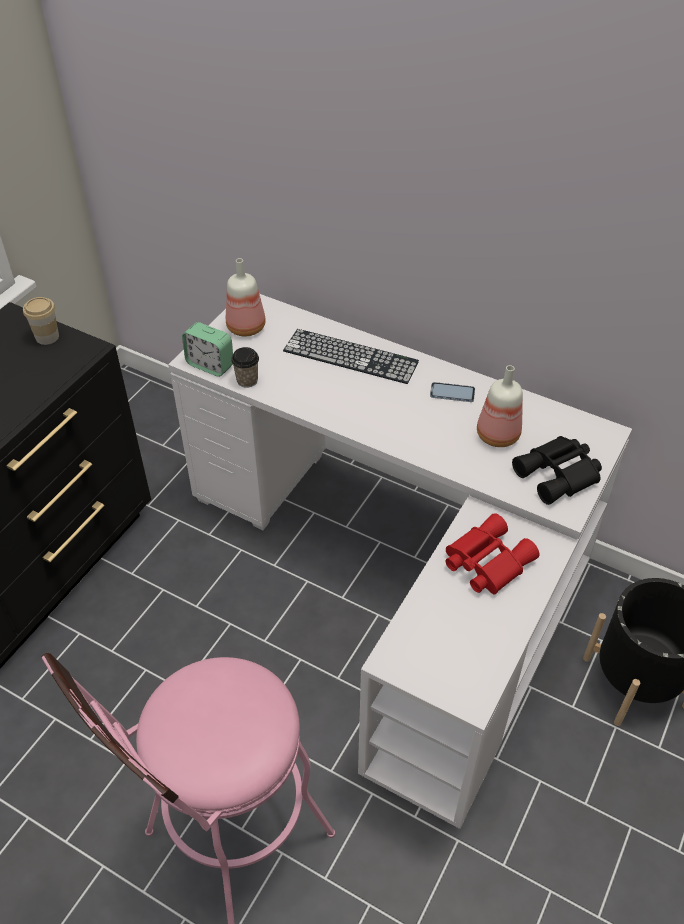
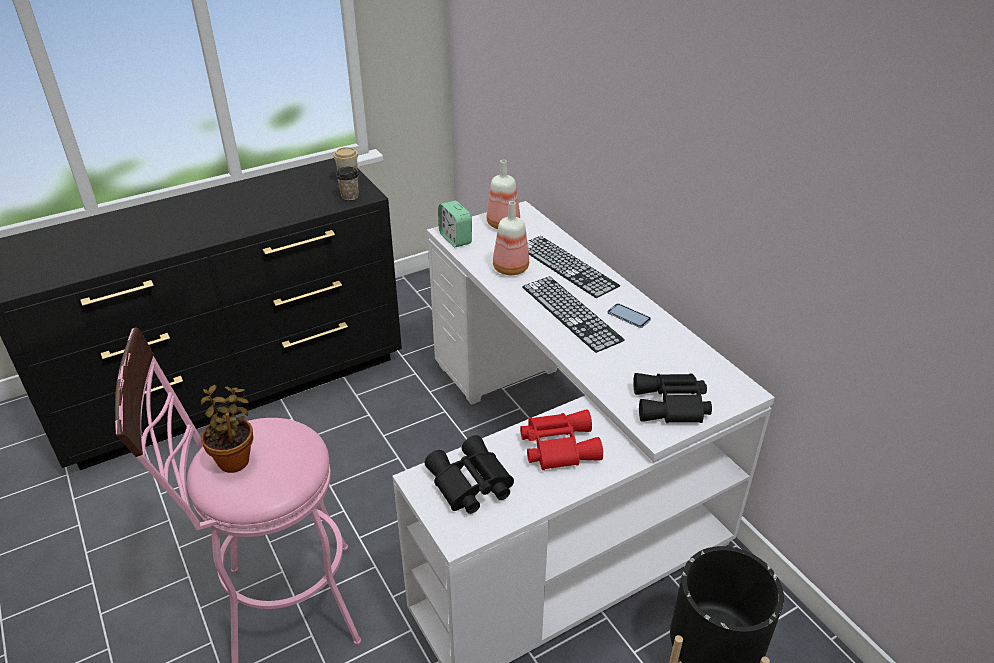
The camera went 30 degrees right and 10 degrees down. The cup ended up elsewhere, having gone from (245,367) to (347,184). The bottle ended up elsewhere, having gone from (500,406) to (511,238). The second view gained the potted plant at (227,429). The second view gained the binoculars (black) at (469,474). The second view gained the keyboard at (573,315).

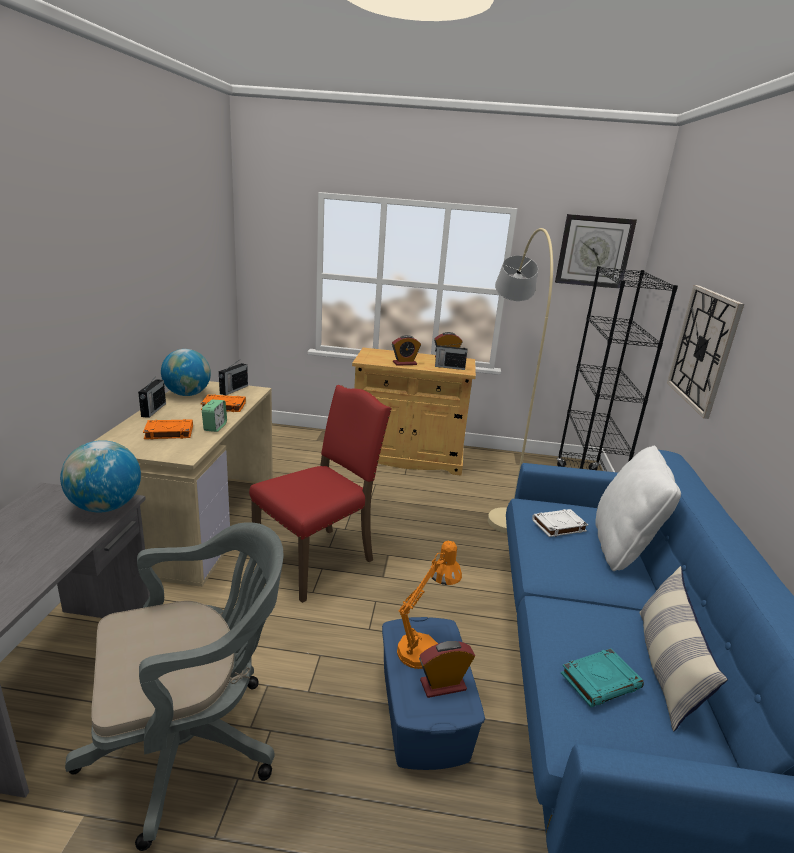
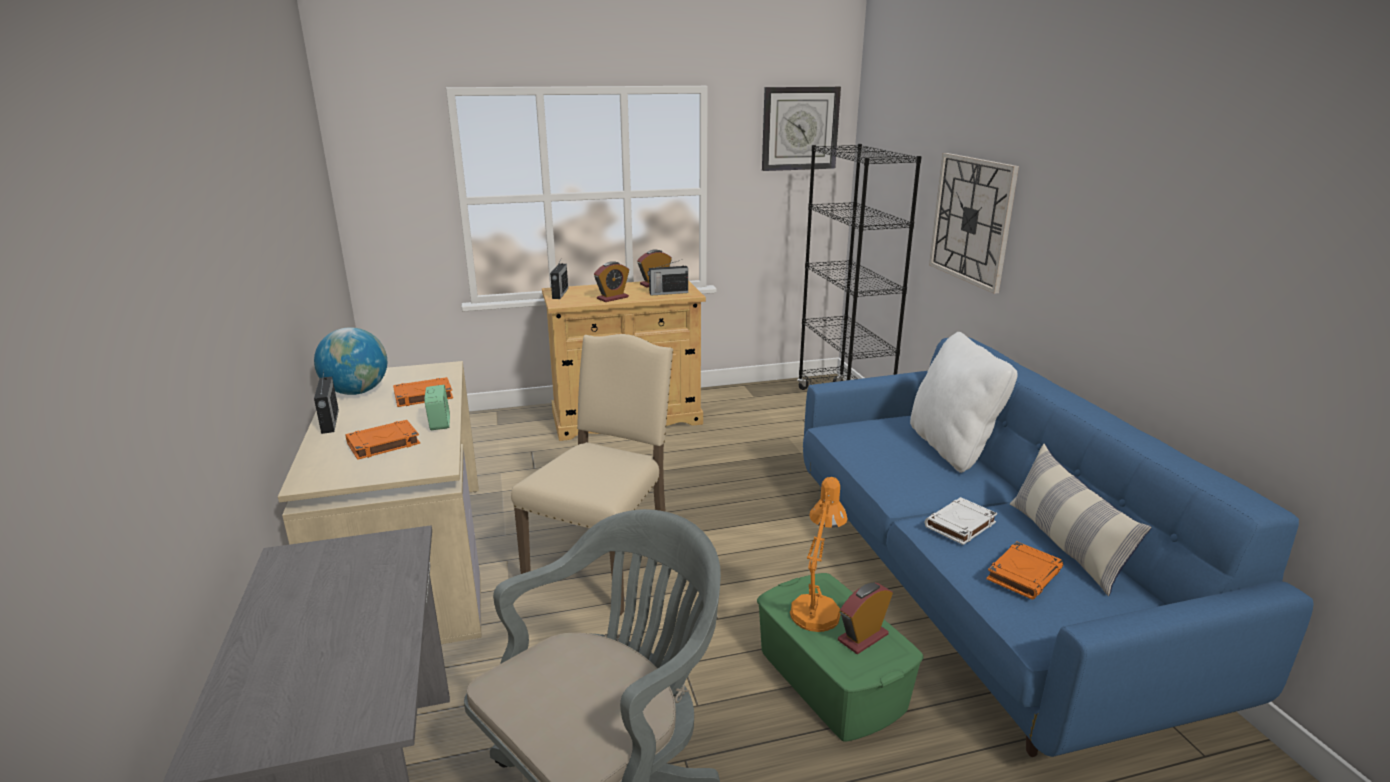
The camera went 20 degrees left and 0 degrees up. The second view lost the globe at (100,476). The radio ended up elsewhere, having gone from (233,376) to (559,279). What was the chair (red) at (320,494) turned into the chair (beige) at (592,475). What was the storage box (blue) at (433,693) turned into the storage box (green) at (840,657). The second view lost the floor lamp (beige) at (520,381). The book (white) ended up elsewhere, having gone from (560,523) to (961,521). What was the book (turquoise) at (602,677) turned into the book (orange) at (1024,570).

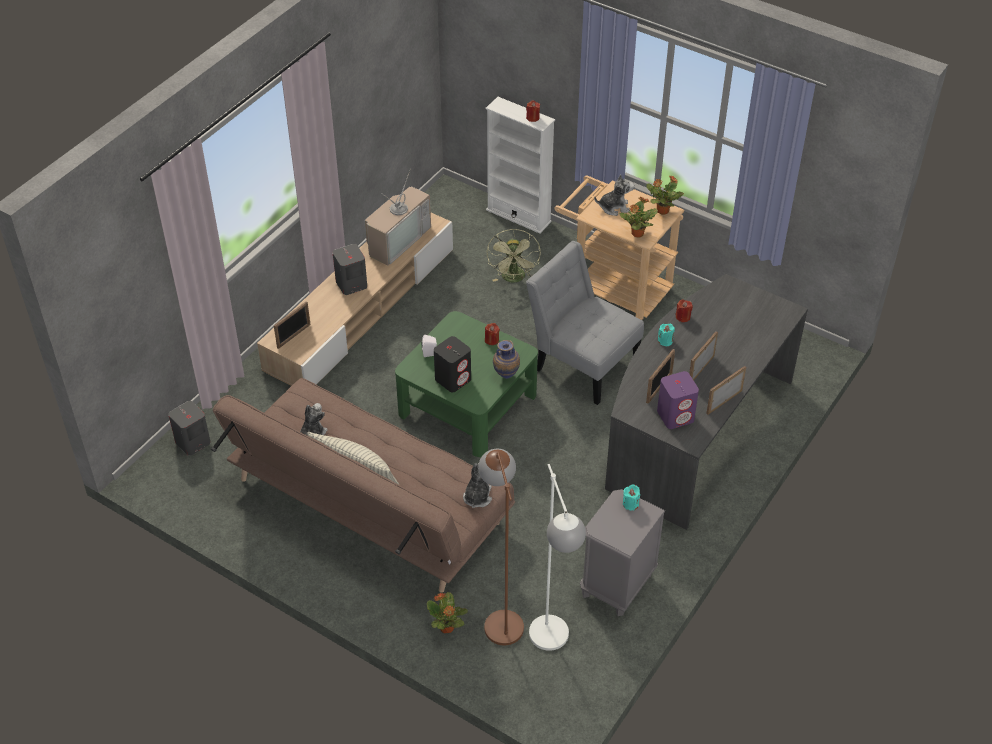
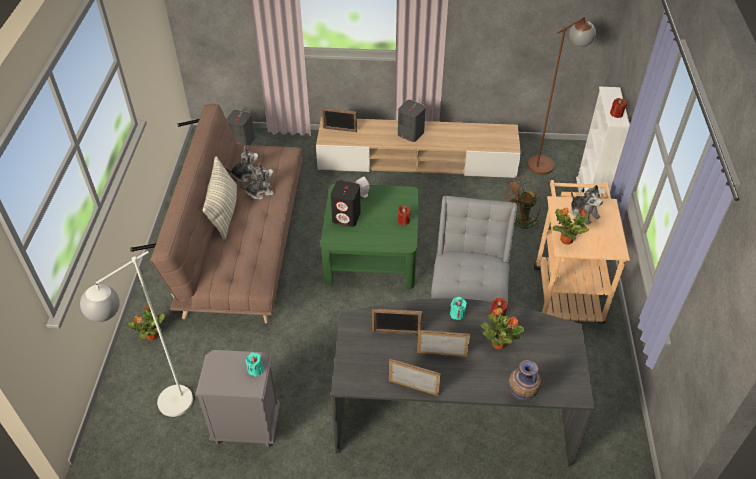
The camera went 60 degrees right and 0 degrees up. The second view lost the television at (398,217). The plush toy ended up elsewhere, having gone from (477,485) to (257,181). The floor lamp (brown) ended up elsewhere, having gone from (501,547) to (561,96). What was the fan (green) at (514,256) turned into the fan (brown) at (521,205). The vase ended up elsewhere, having gone from (506,359) to (525,380). The potted plant ended up elsewhere, having gone from (665,195) to (502,328). The second view lost the speaker (purple) at (678,400).

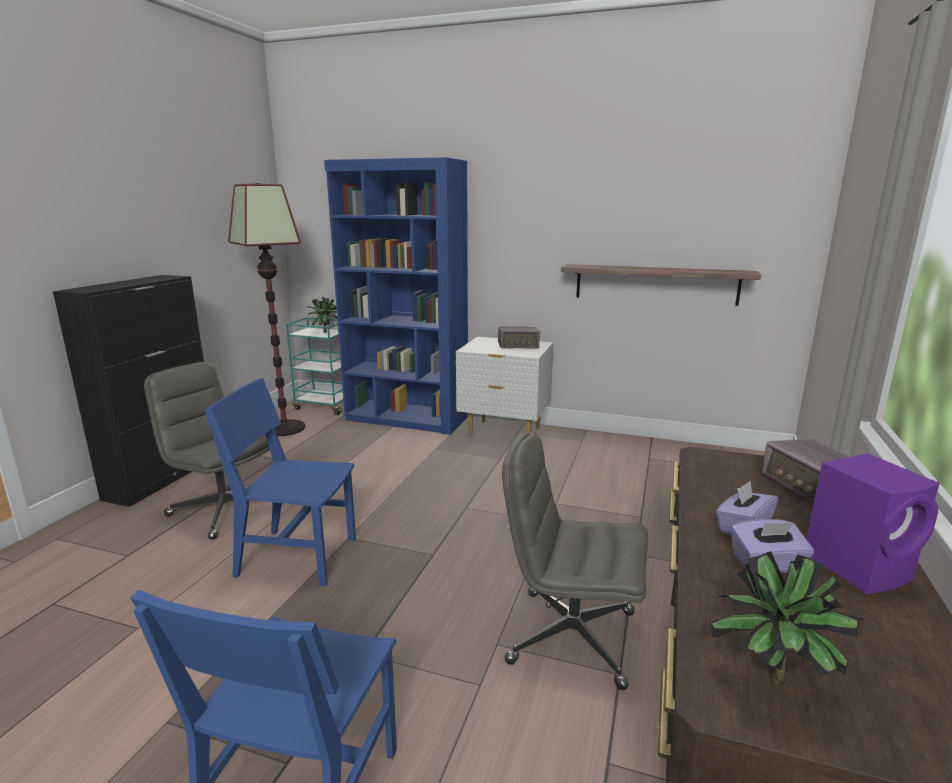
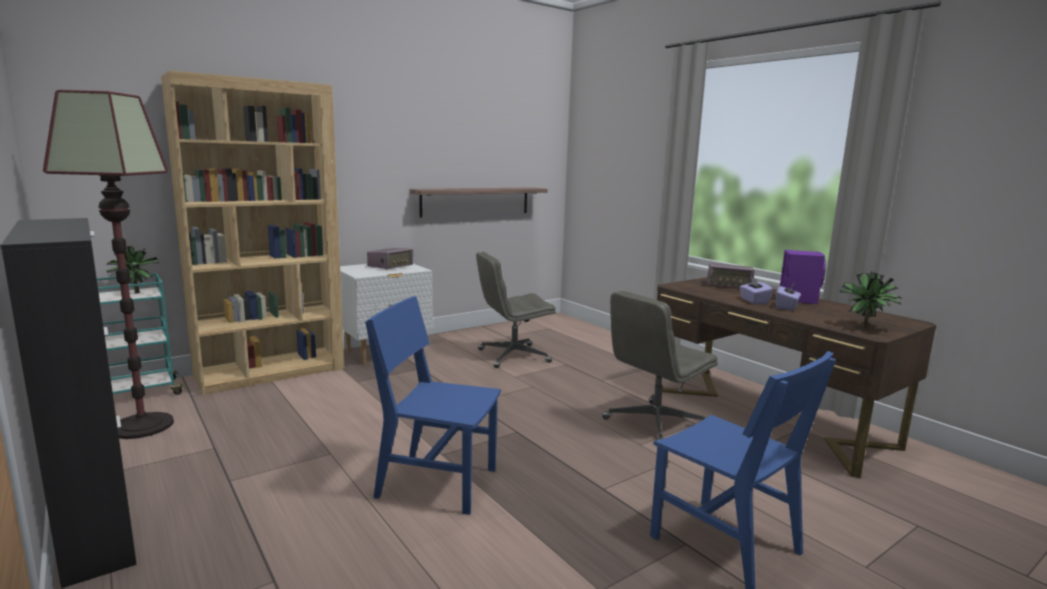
The camera went 55 degrees left and 5 degrees down. The office chair (grey) ended up elsewhere, having gone from (213,451) to (516,310). The chair (blue) at (280,482) ended up facing another way, 60 degrees clockwise from before. What was the bookcase (blue) at (396,296) turned into the bookcase (brown) at (253,232).

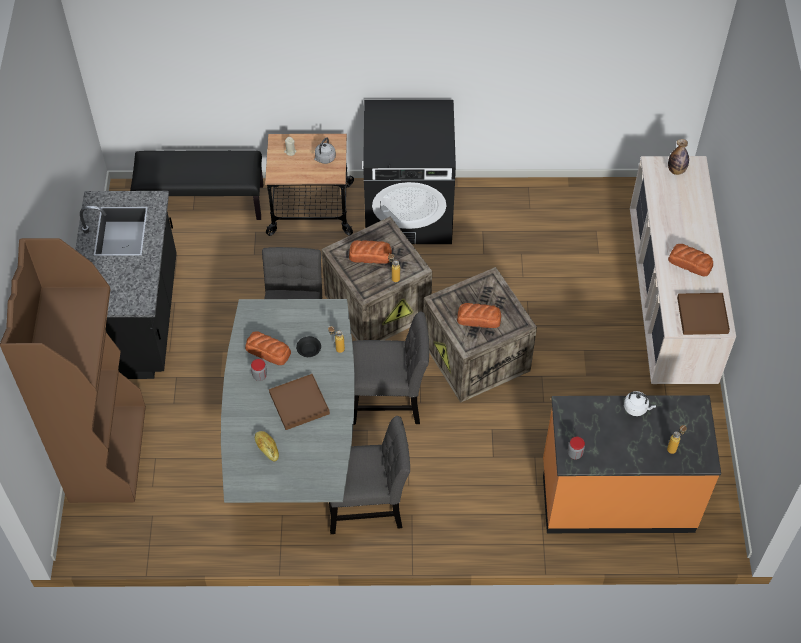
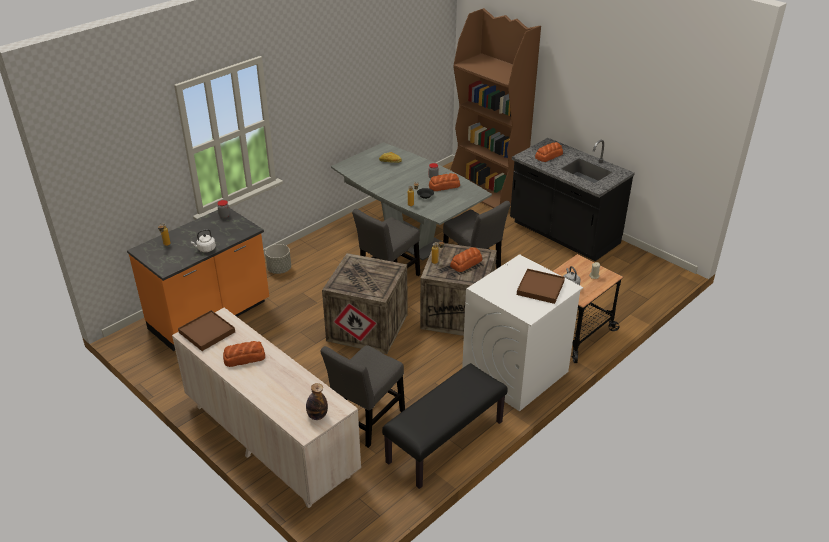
The camera went 135 degrees right and 20 degrees down. The bench (black) ended up elsewhere, having gone from (196,185) to (445,426). The tray (brown) ended up elsewhere, having gone from (299,402) to (541,286). The chair (grey) ended up elsewhere, having gone from (369,475) to (362,396). What was the washing machine (black) at (409,172) turned into the washing machine (white) at (522,332). The bread ended up elsewhere, having gone from (479,315) to (549,152). The second view gained the planter (grey) at (278,259).

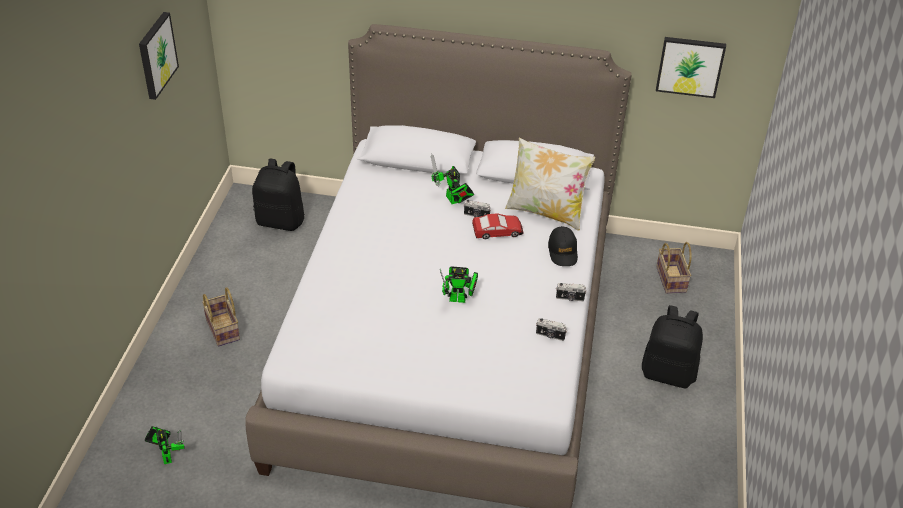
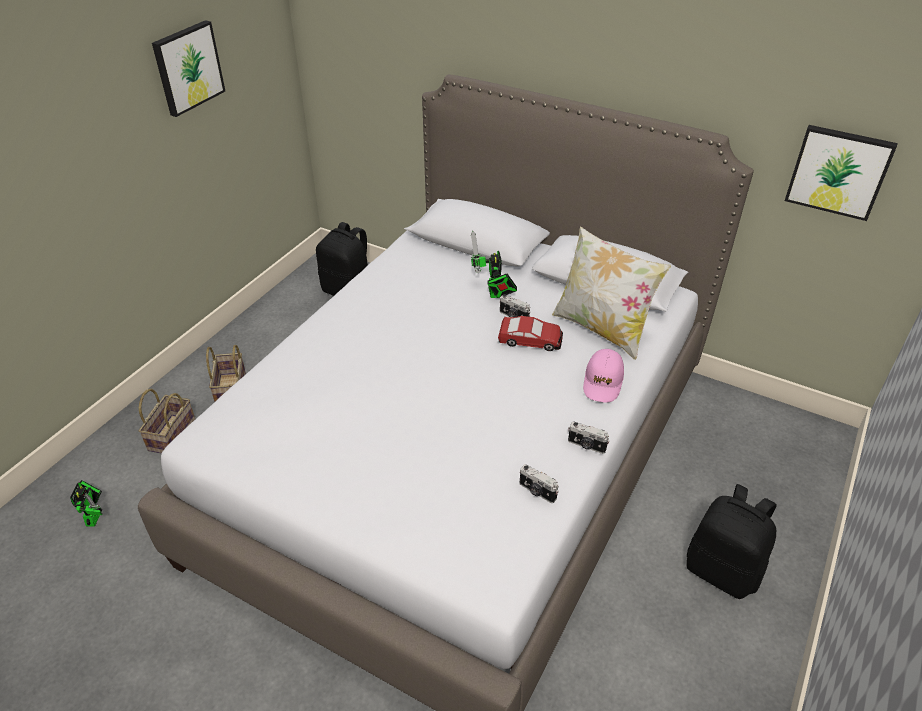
The camera went 20 degrees right and 0 degrees up. The second view lost the toy robot at (459,285). What was the cap (black) at (563,246) turned into the cap (pink) at (603,376). The basket ended up elsewhere, having gone from (674,268) to (167,421).

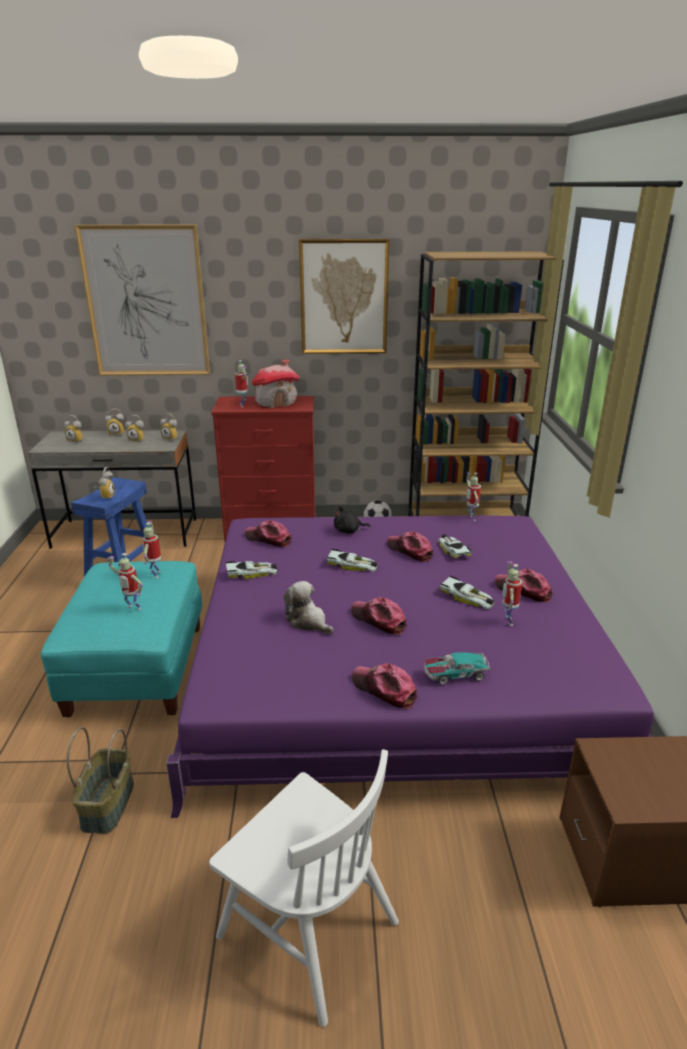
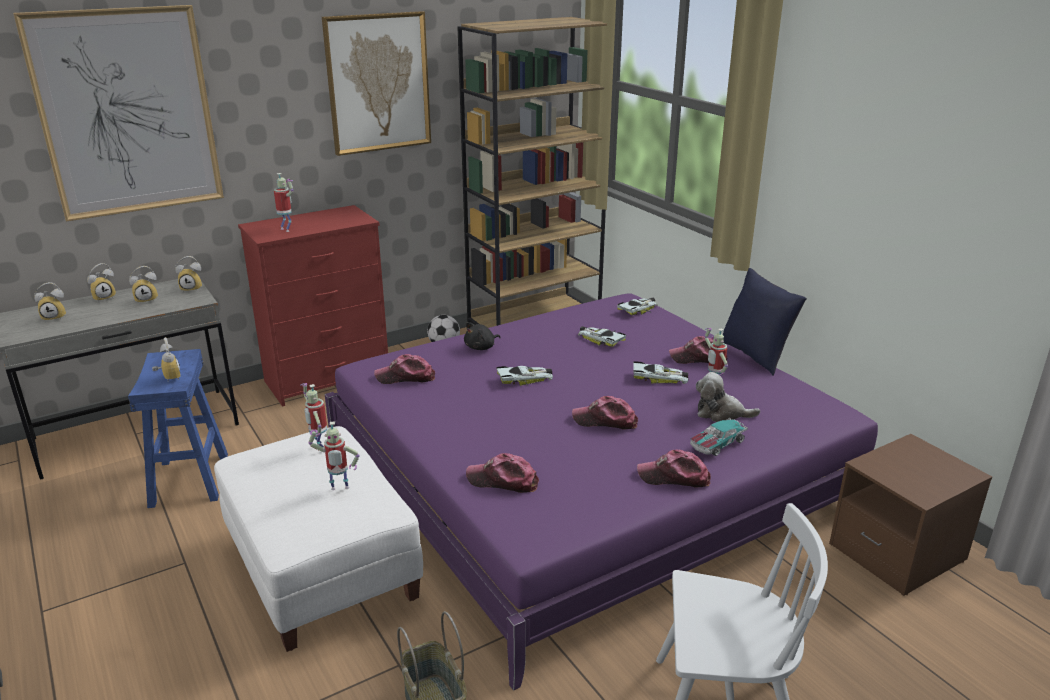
The camera went 30 degrees left and 0 degrees up. What was the ottoman (turquoise) at (121,639) turned into the ottoman (white) at (318,539). The toy car ended up elsewhere, having gone from (251,570) to (637,306). The second view lost the toy house at (275,383). The plush toy ended up elsewhere, having gone from (308,607) to (728,397). The cap ended up elsewhere, having gone from (410,547) to (502,473). The second view lost the toy robot at (473,496). The second view gained the pillow (blue) at (765,322).

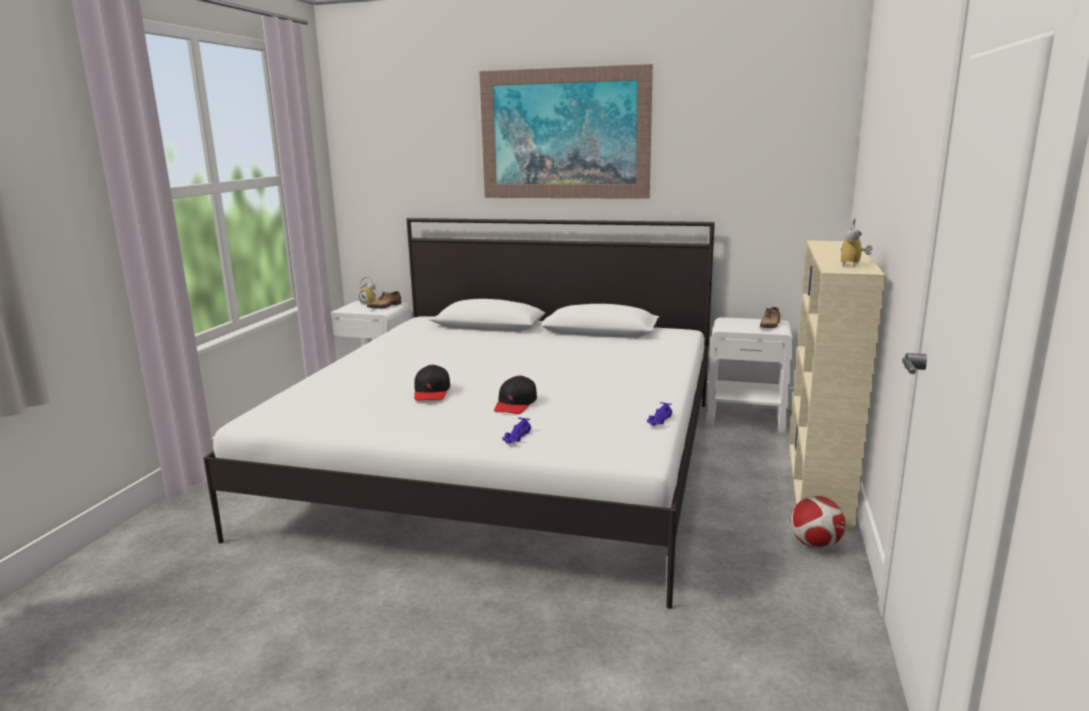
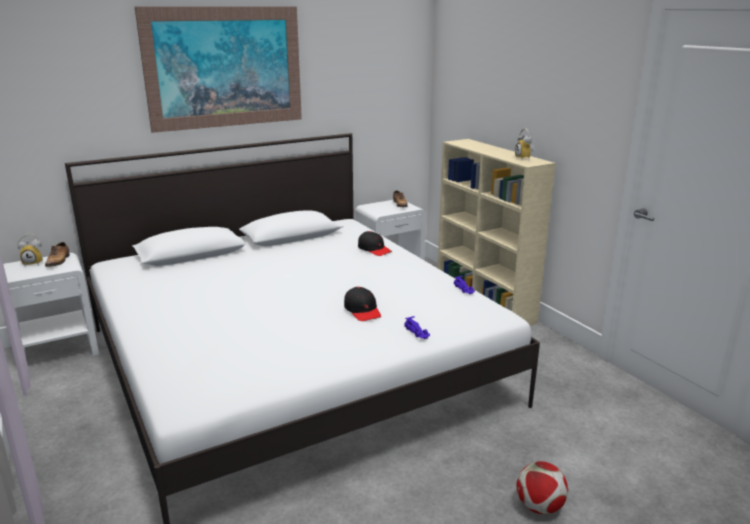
The camera went 45 degrees left and 5 degrees up. The cap (black) ended up elsewhere, having gone from (432,383) to (375,243). The football ended up elsewhere, having gone from (817,522) to (542,487).

